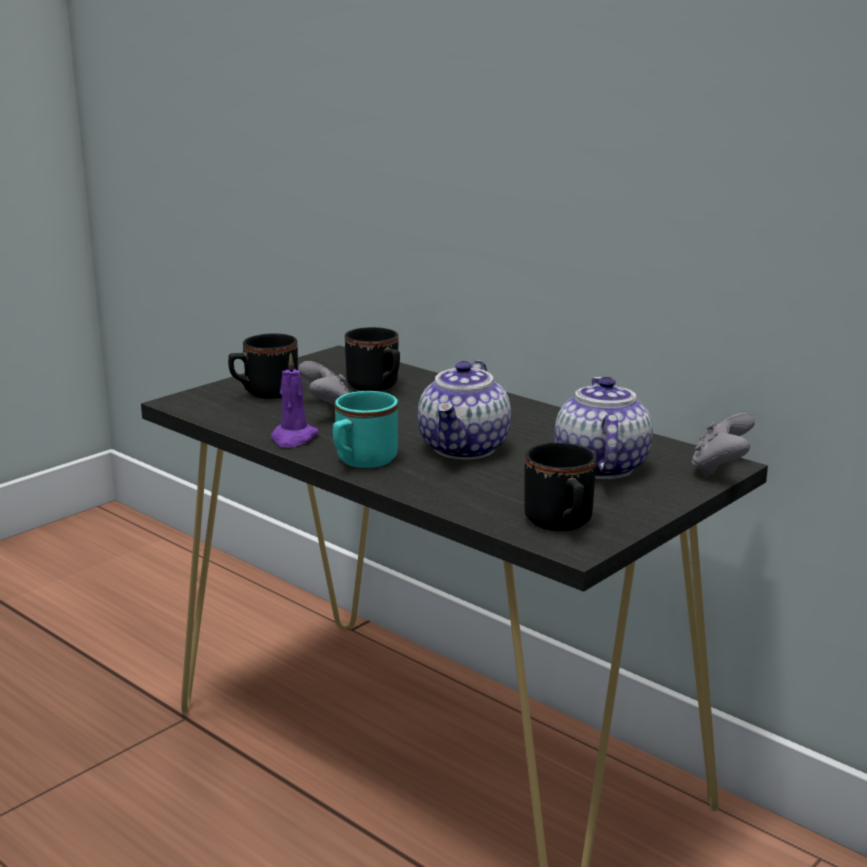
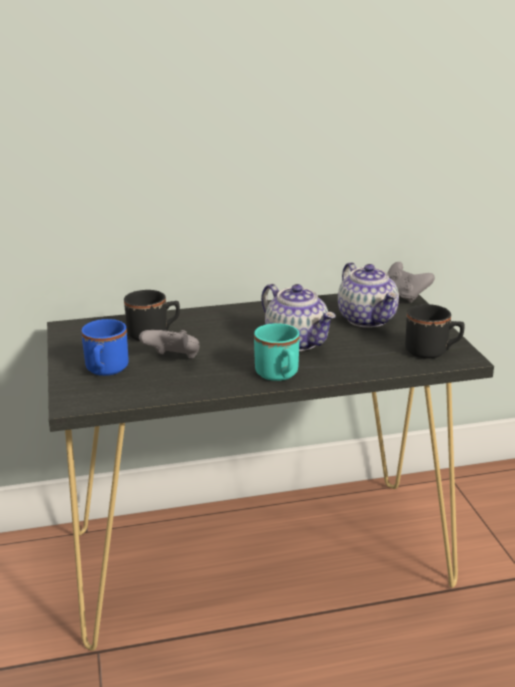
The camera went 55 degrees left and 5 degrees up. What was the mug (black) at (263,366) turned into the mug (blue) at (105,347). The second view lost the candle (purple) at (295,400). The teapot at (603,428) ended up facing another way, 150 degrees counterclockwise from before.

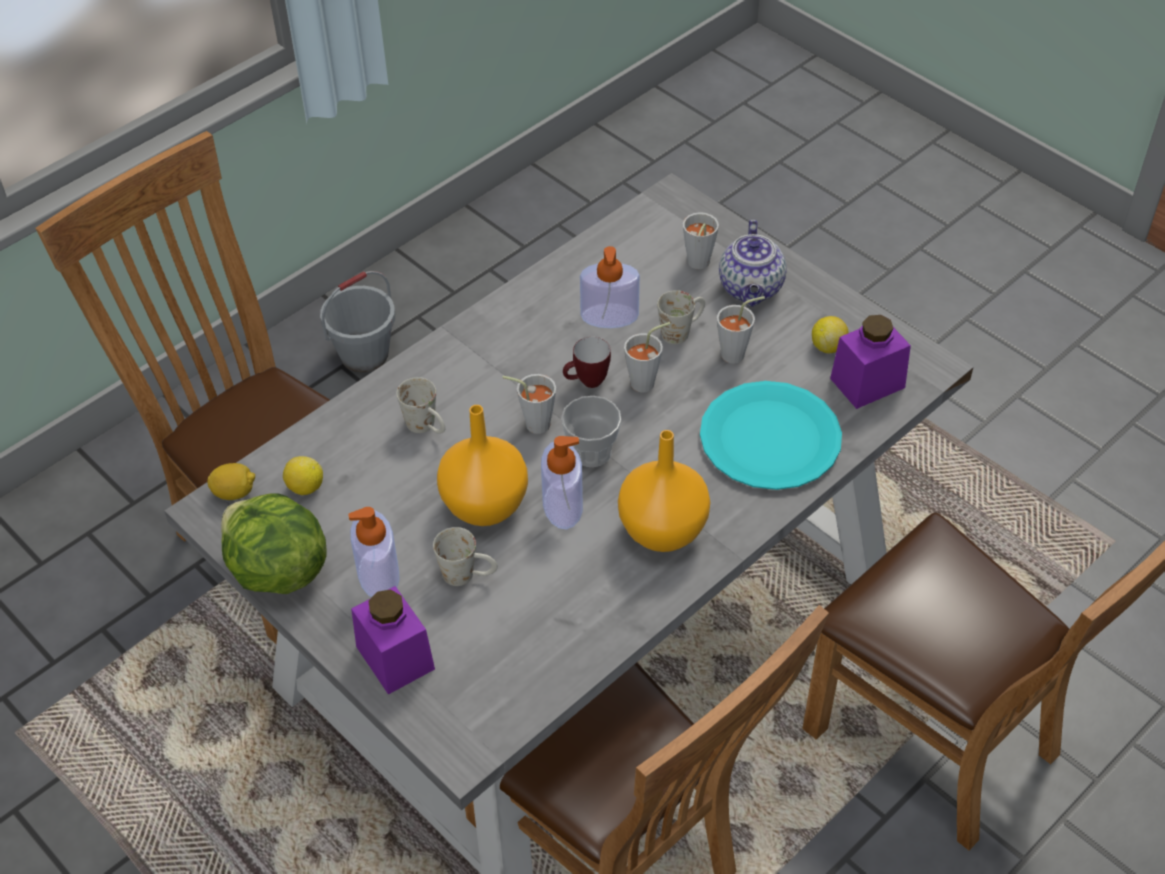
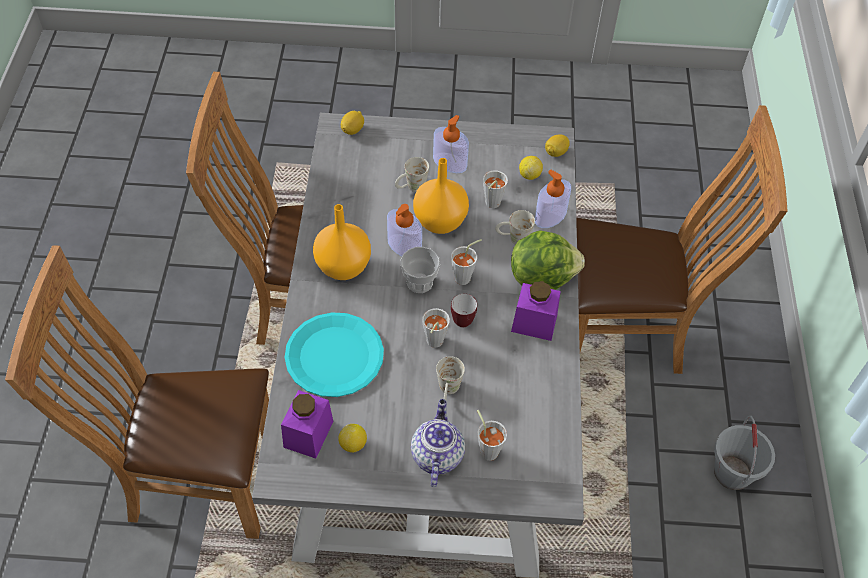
The camera went 135 degrees right and 5 degrees up. The lettuce ended up elsewhere, having gone from (273,543) to (548,260). The jar (purple) ended up elsewhere, having gone from (393,640) to (536,311). The soap dispenser ended up elsewhere, having gone from (610,287) to (553,199). The cup (grey) ended up elsewhere, having gone from (741,329) to (495,189). The teapot at (753,263) ended up facing another way, 45 degrees clockwise from before. The second view gained the lemon at (352,123).

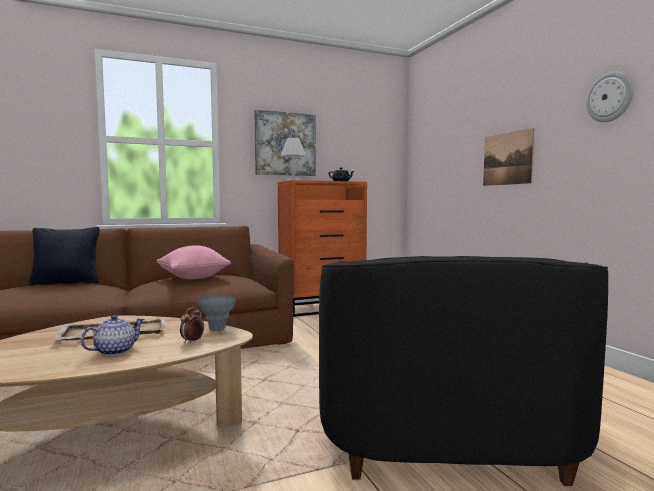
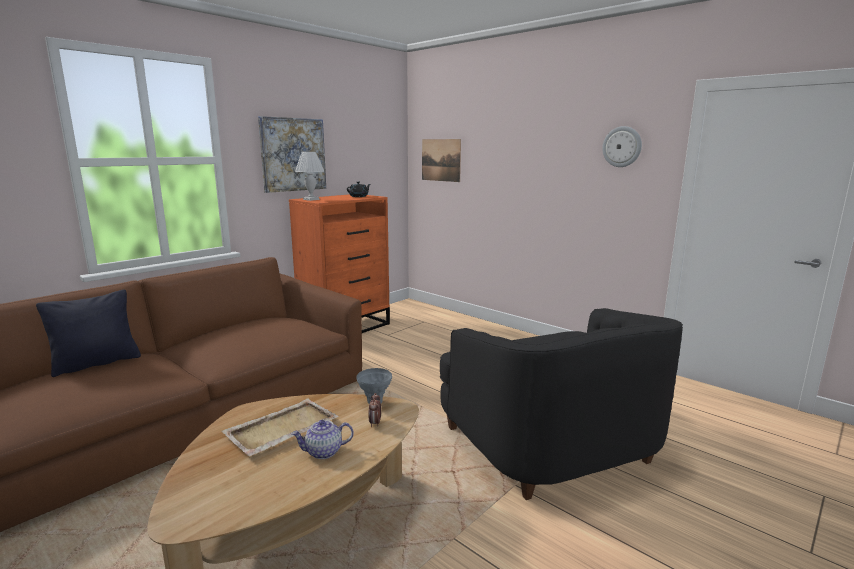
The camera went 25 degrees left and 10 degrees up. The teapot at (112,335) ended up facing another way, 120 degrees counterclockwise from before. The second view lost the pillow (pink) at (194,262). The picture ended up elsewhere, having gone from (508,157) to (441,160).

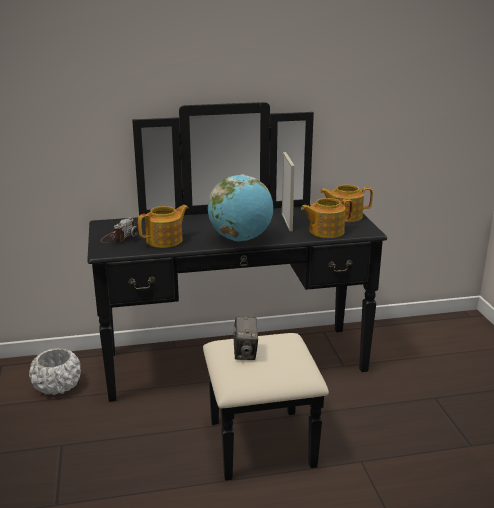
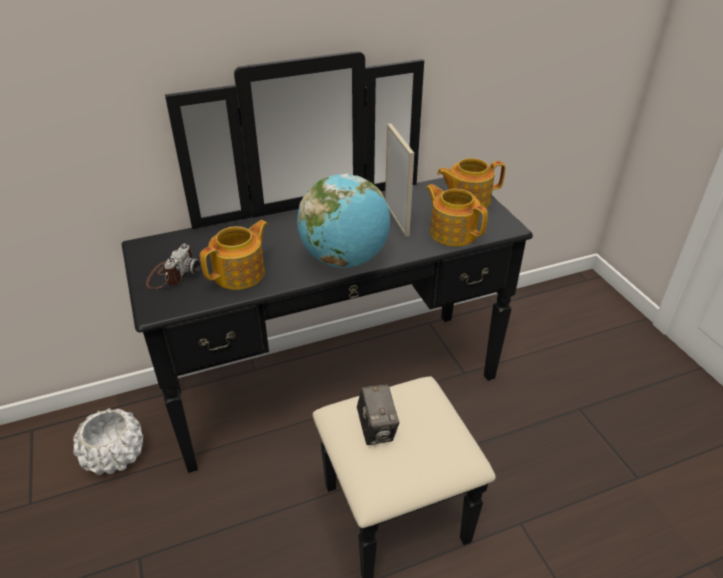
The camera went 10 degrees left and 15 degrees up. The teapot at (327,218) ended up facing another way, 75 degrees clockwise from before.

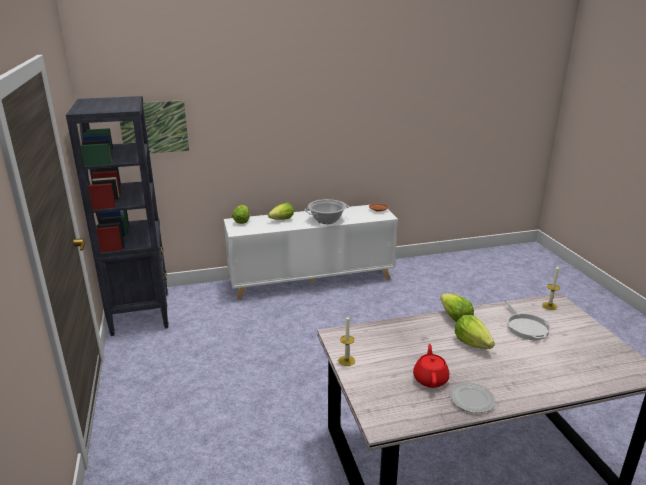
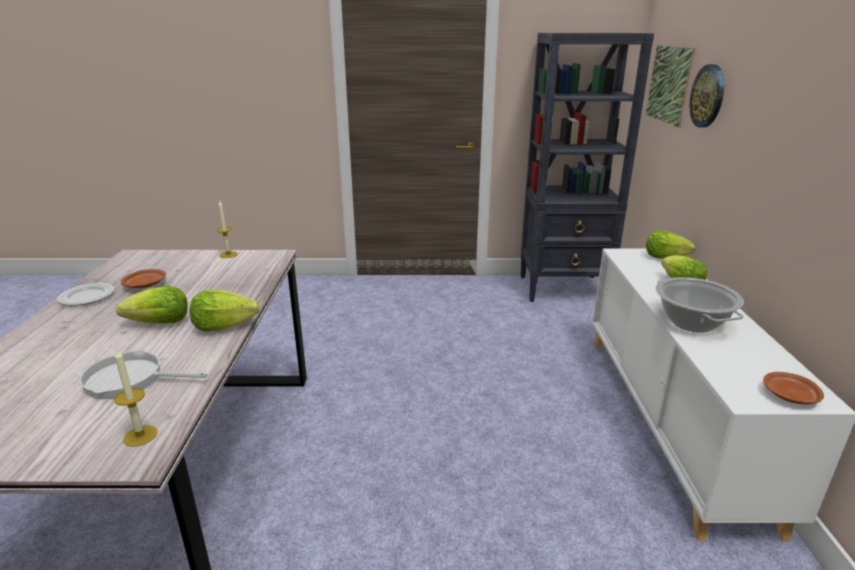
The camera went 105 degrees right and 0 degrees up. Where the teapot (red) stood at (431,366), the plate (brown) came to stand at (143,278). The second view gained the wall clock at (707,96).

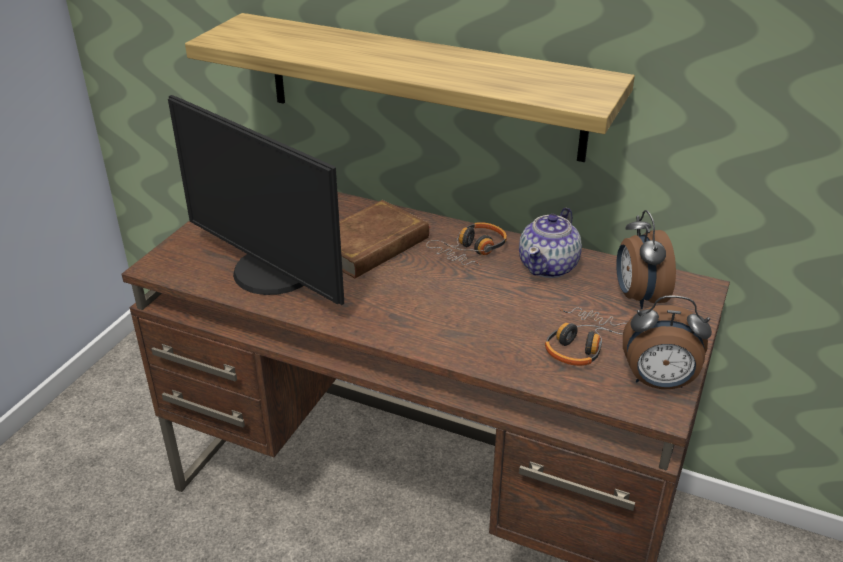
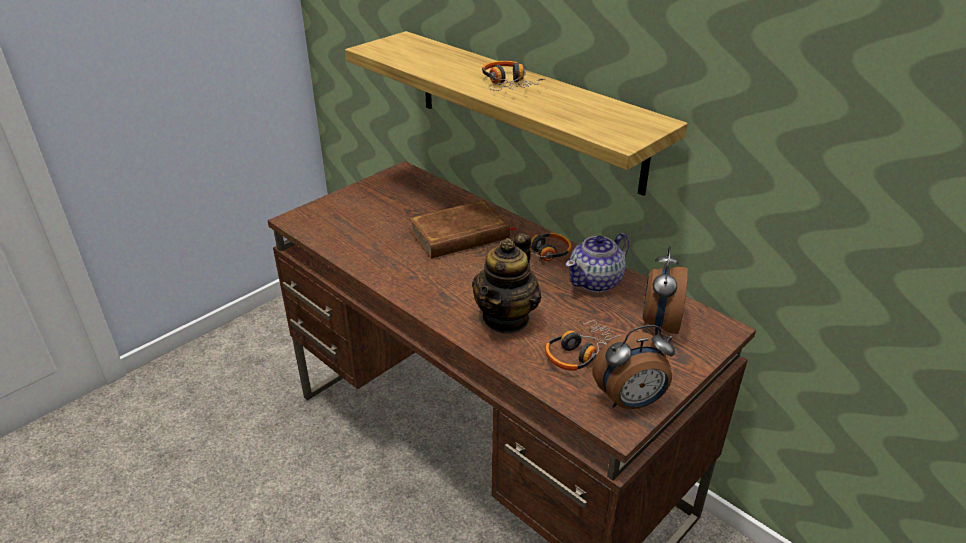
The camera went 20 degrees right and 0 degrees up. The second view lost the monitor at (256,200). The alarm clock at (667,342) ended up facing another way, 45 degrees counterclockwise from before. The second view gained the teapot at (506,283). The second view gained the headphones at (514,76).

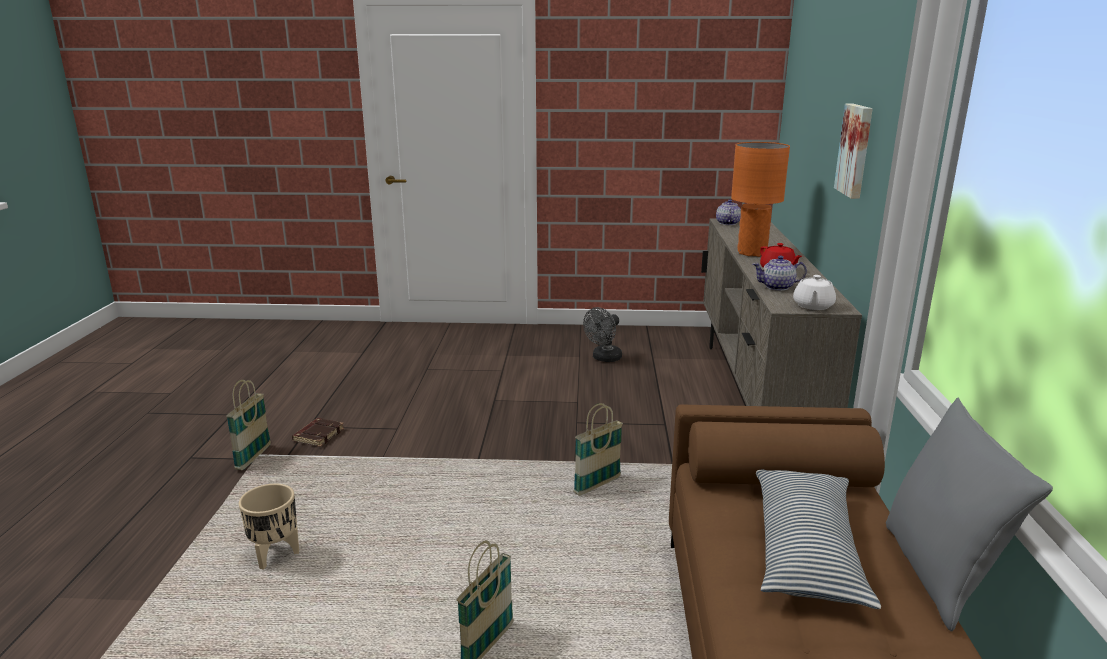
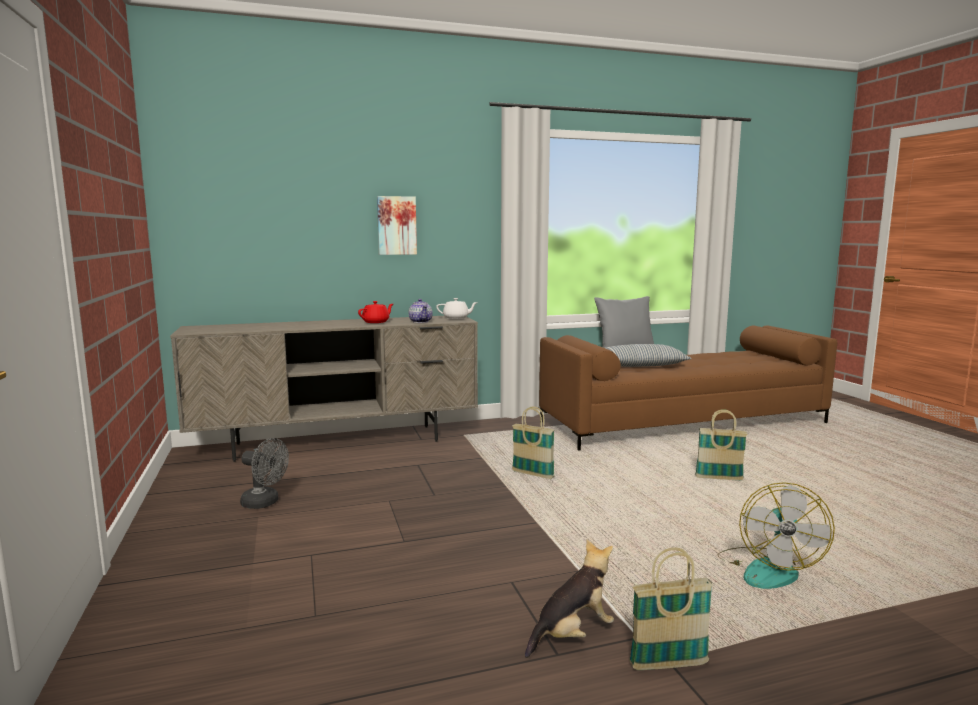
The camera went 110 degrees left and 10 degrees down. Where the planter (beige) stood at (269,527), the fan came to stand at (776,535). Where the book (brown) stood at (318,432), the plush toy came to stand at (569,599). The second view lost the teapot at (728,212). The second view lost the table lamp (orange) at (760,199).

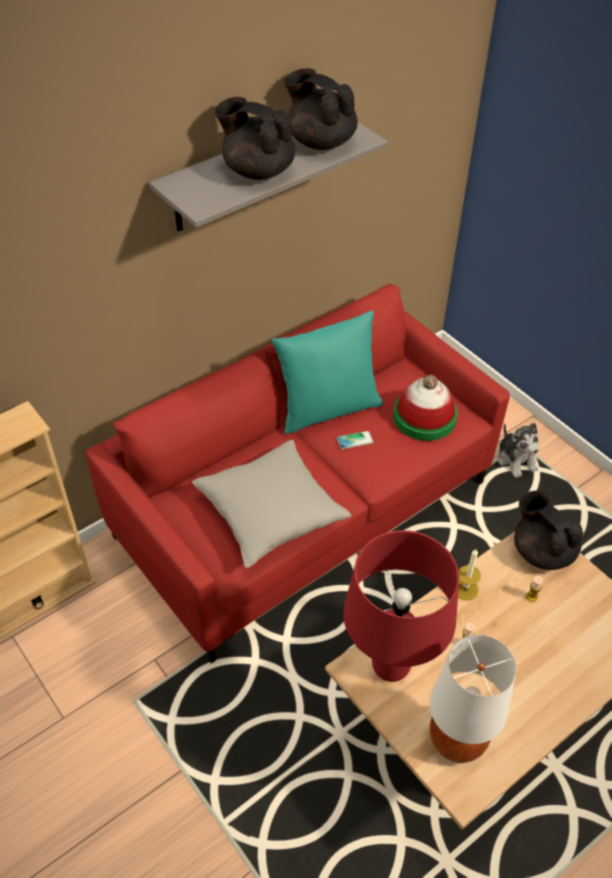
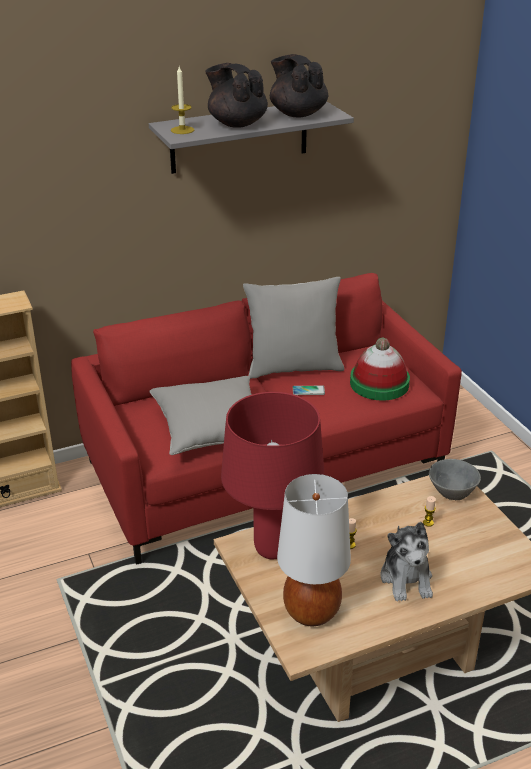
The camera went 15 degrees right and 15 degrees down. What was the pillow (turquoise) at (327,372) turned into the pillow (grey) at (293,328). The candle ended up elsewhere, having gone from (469,574) to (182,100). The plush toy ended up elsewhere, having gone from (518,450) to (407,561). Where the teapot (black) stood at (548,530), the bowl (grey) came to stand at (455,479).

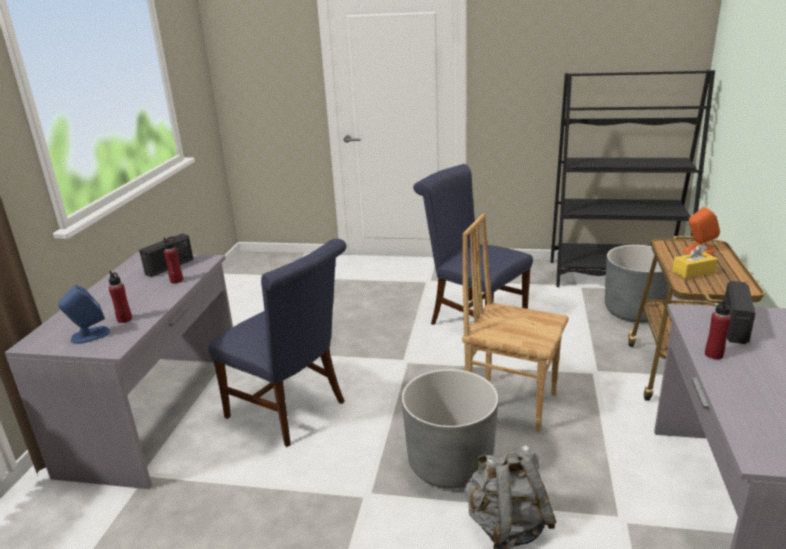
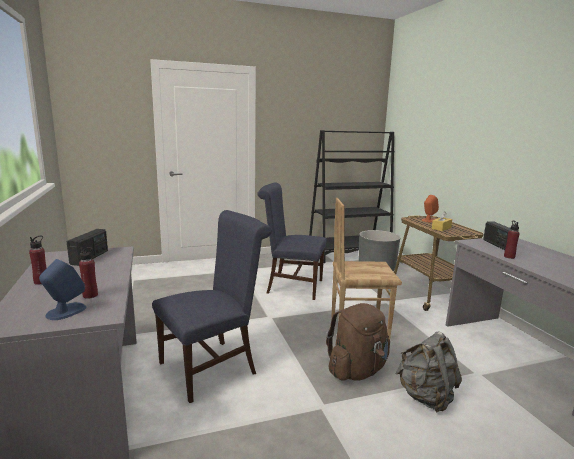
The camera went 30 degrees left and 10 degrees down. The bottle (red) ended up elsewhere, having gone from (173,259) to (38,260). The chair (blue) at (278,343) ended up facing another way, 45 degrees counterclockwise from before. Where the planter (grey) stood at (449,429), the backpack (brown) came to stand at (358,342).

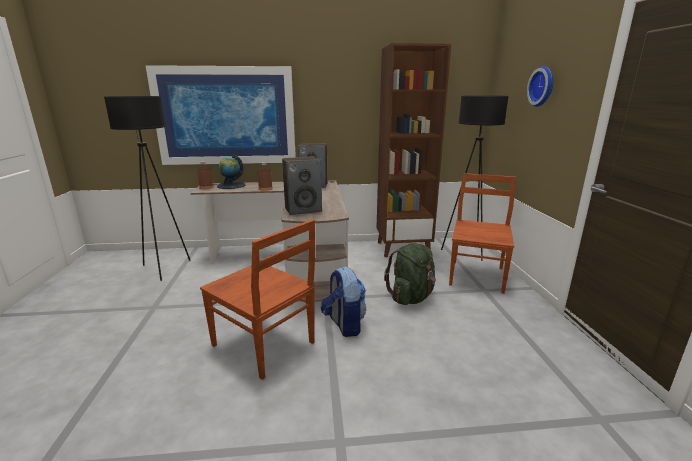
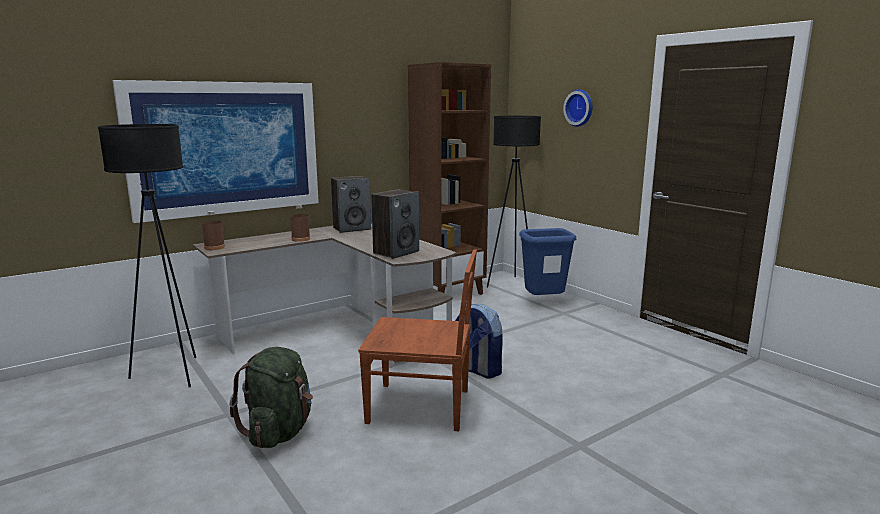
The camera went 30 degrees left and 5 degrees down. The second view lost the globe at (231,171). The backpack (green) ended up elsewhere, having gone from (410,274) to (271,397). Where the chair (brown) stood at (482,233), the trash can (blue) came to stand at (547,261).

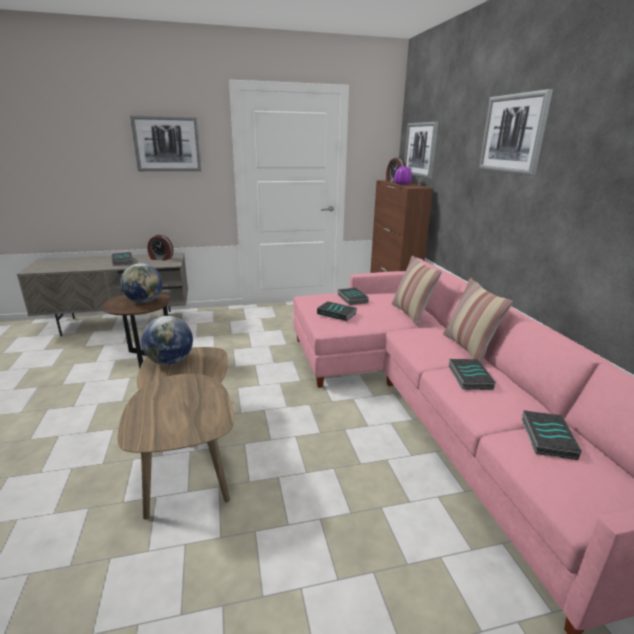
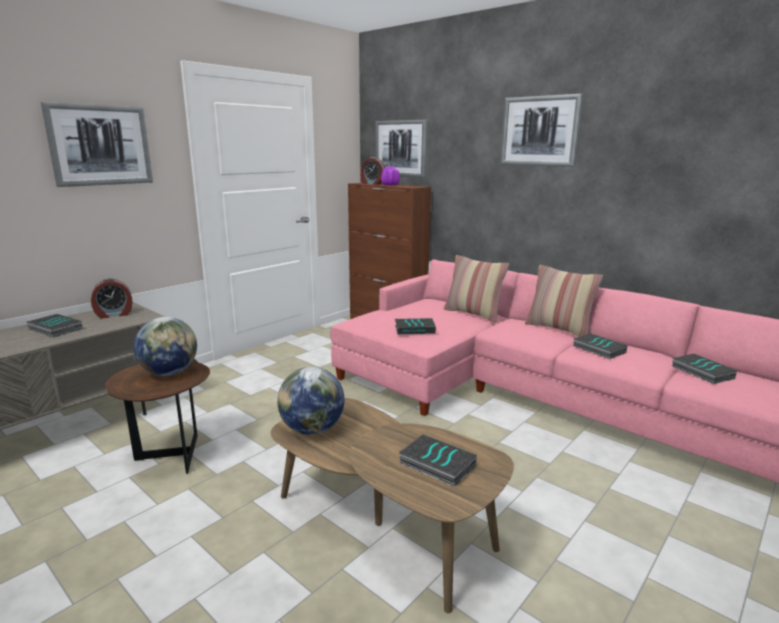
The camera went 35 degrees left and 5 degrees down. The book ended up elsewhere, having gone from (353,296) to (438,460).

